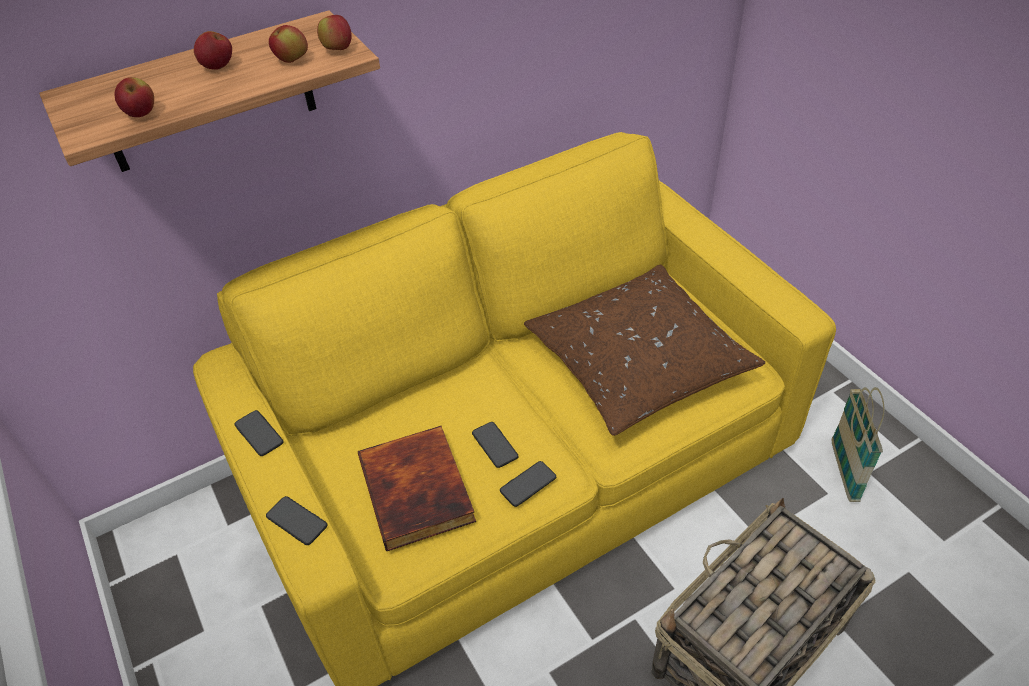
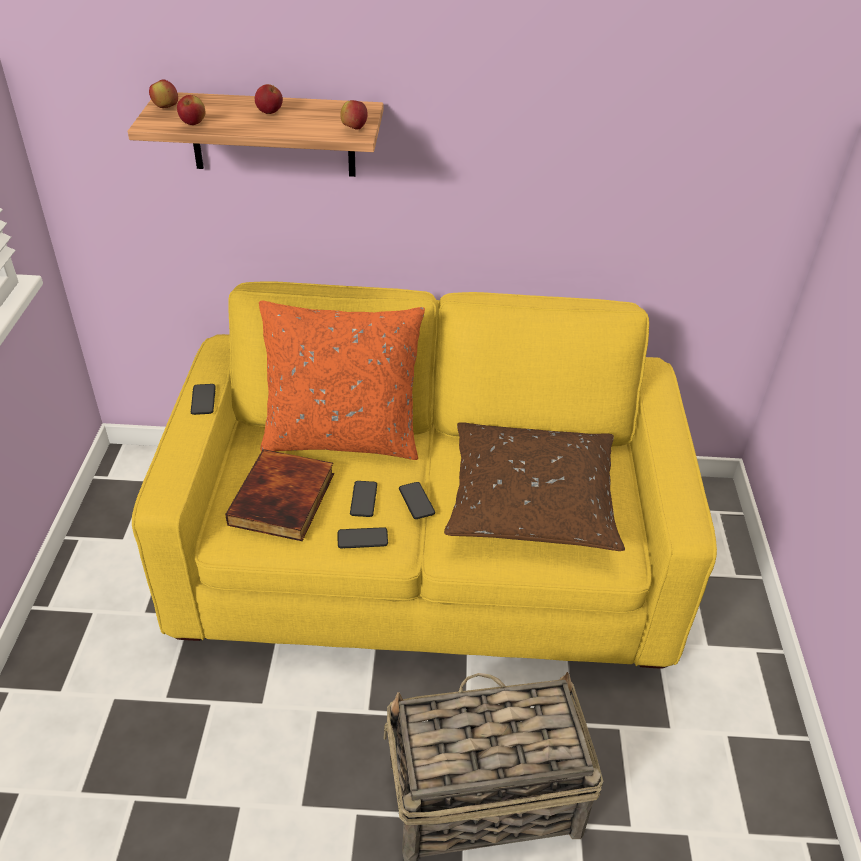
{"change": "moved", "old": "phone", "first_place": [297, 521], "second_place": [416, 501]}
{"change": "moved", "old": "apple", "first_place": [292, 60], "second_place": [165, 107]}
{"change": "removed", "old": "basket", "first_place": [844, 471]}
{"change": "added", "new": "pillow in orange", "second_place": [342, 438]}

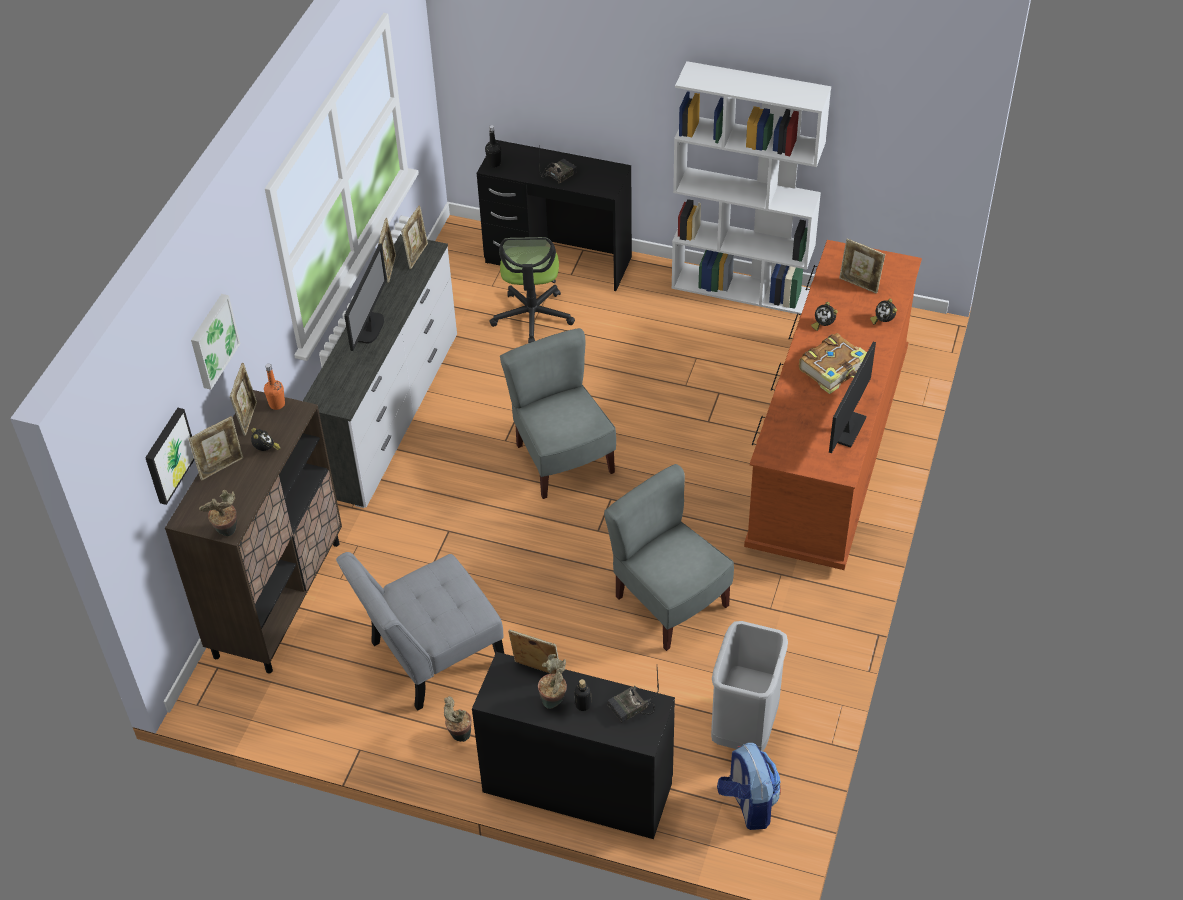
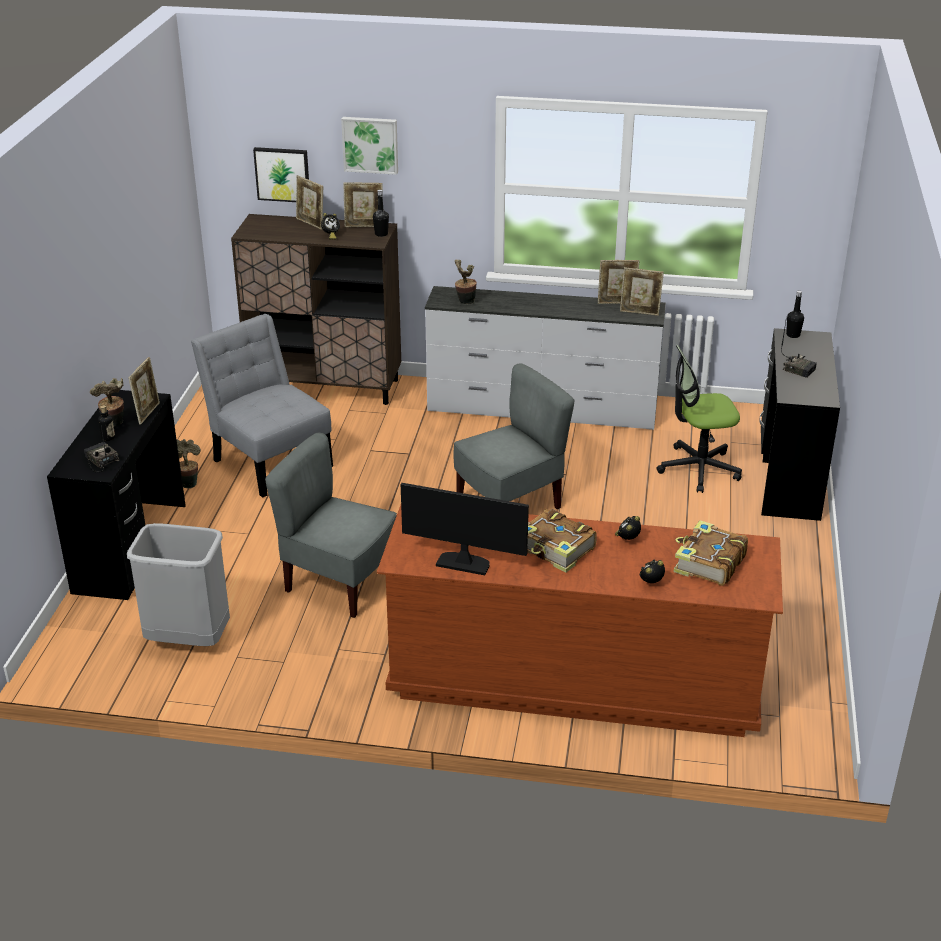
{"change": "moved", "old": "potted plant", "first_place": [226, 532], "second_place": [464, 302]}
{"change": "recoloured", "old": "bottle in orange", "new": "bottle in black", "first_place": [277, 404], "second_place": [381, 234]}
{"change": "removed", "old": "monitor", "first_place": [371, 328]}
{"change": "turned", "old": "chair in grey", "first_place": [669, 603], "second_place": [339, 583], "degrees": -105}
{"change": "removed", "old": "bookcase in white", "first_place": [742, 288]}
{"change": "removed", "old": "backpack", "first_place": [748, 804]}
{"change": "replaced", "old": "picture frame", "new": "book", "first_place": [859, 284], "second_place": [708, 563]}

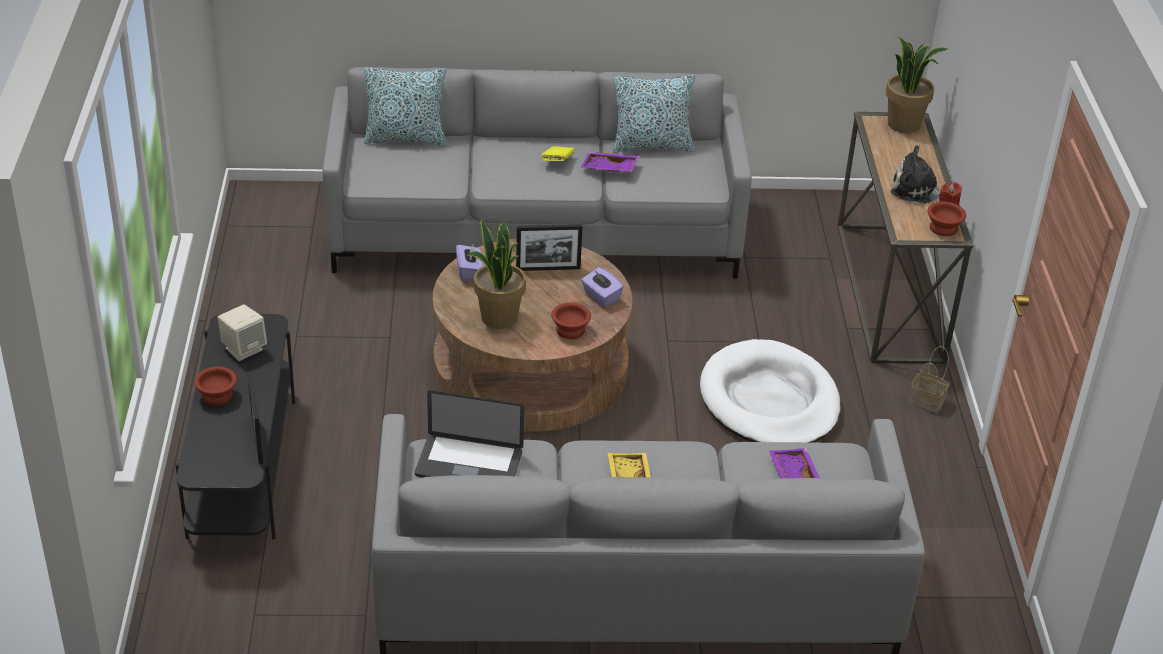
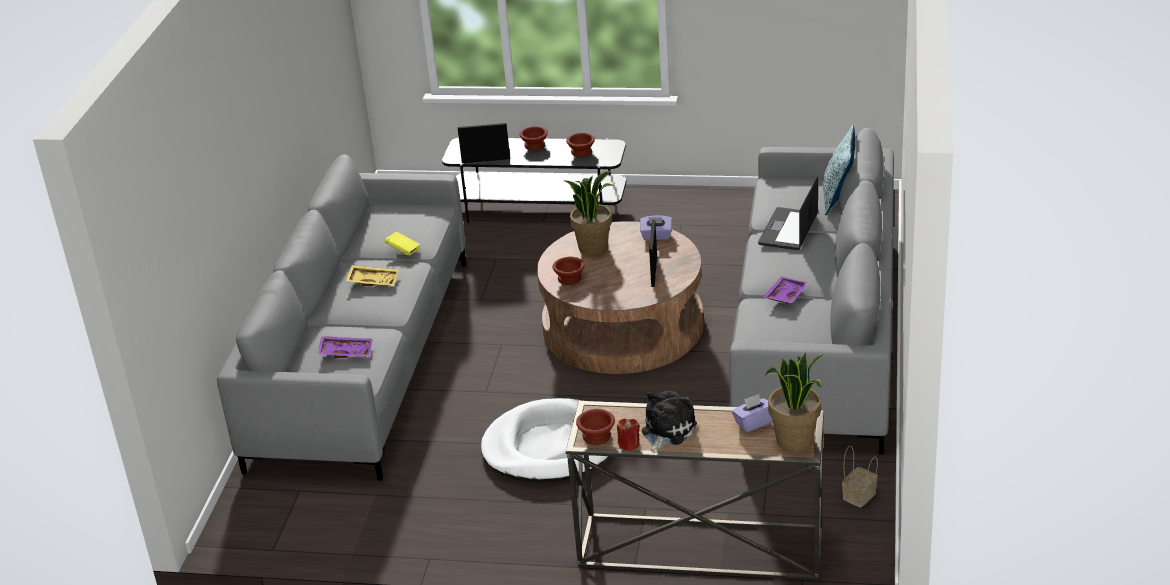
{"change": "replaced", "old": "speaker in beige", "new": "bowl in brown", "first_place": [244, 349], "second_place": [582, 152]}
{"change": "moved", "old": "laptop", "first_place": [469, 464], "second_place": [788, 230]}
{"change": "moved", "old": "book in yellow", "first_place": [557, 162], "second_place": [403, 250]}
{"change": "moved", "old": "tissue box in purple", "first_place": [601, 297], "second_place": [754, 423]}
{"change": "removed", "old": "pillow", "first_place": [651, 145]}
{"change": "moved", "old": "basket", "first_place": [928, 401], "second_place": [859, 497]}

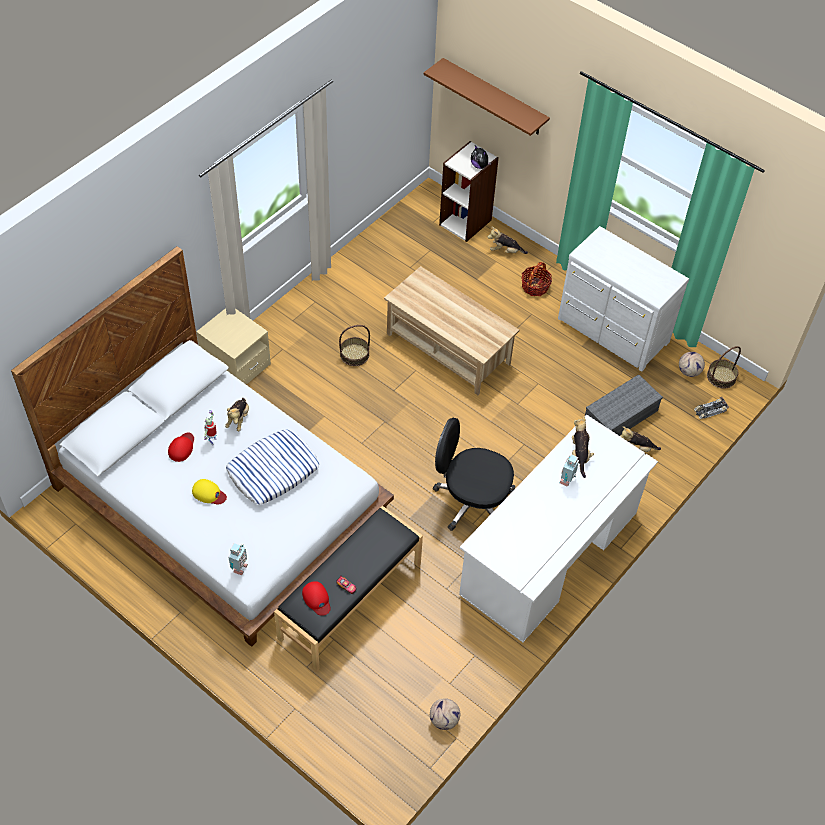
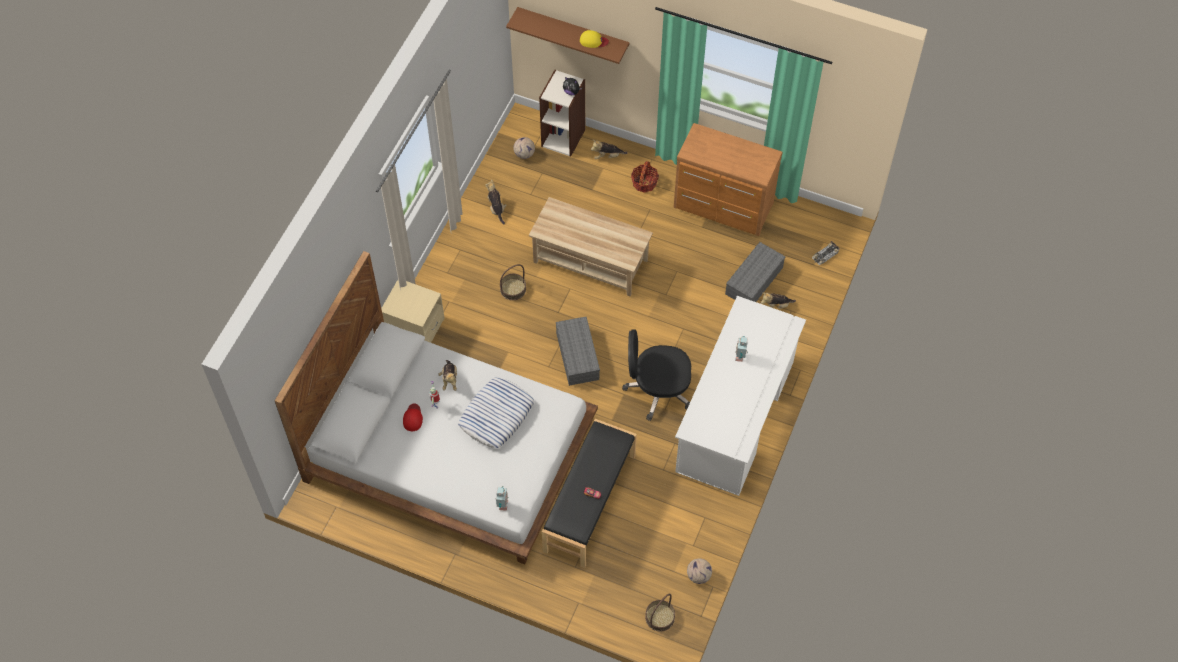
{"change": "moved", "old": "cap in yellow", "first_place": [209, 493], "second_place": [593, 41]}
{"change": "removed", "old": "cap in red", "first_place": [317, 599]}
{"change": "recoloured", "old": "dresser in white", "new": "dresser in brown", "first_place": [612, 332], "second_place": [723, 207]}
{"change": "moved", "old": "plush toy", "first_place": [579, 455], "second_place": [496, 208]}
{"change": "moved", "old": "football", "first_place": [689, 372], "second_place": [524, 154]}
{"change": "moved", "old": "basket", "first_place": [721, 376], "second_place": [659, 617]}
{"change": "added", "new": "storage box in grey", "second_place": [576, 355]}

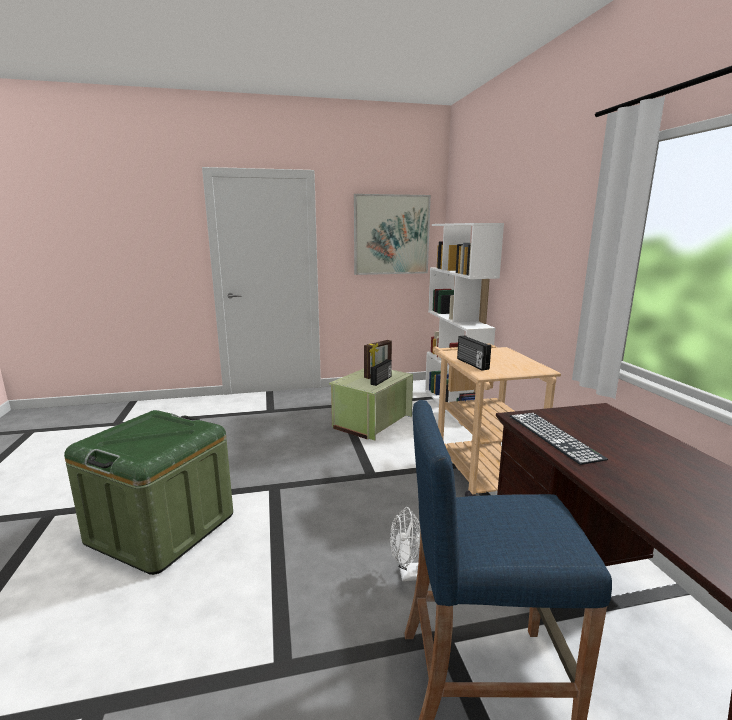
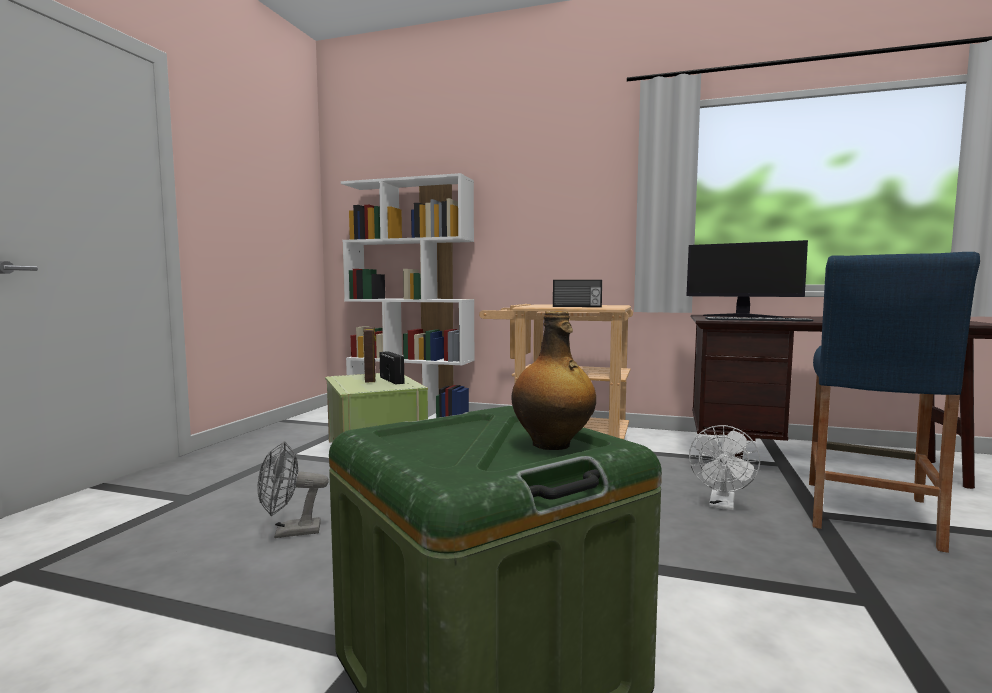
{"change": "removed", "old": "picture", "first_place": [391, 235]}
{"change": "added", "new": "fan in grey", "second_place": [289, 532]}
{"change": "added", "new": "bottle", "second_place": [552, 445]}
{"change": "added", "new": "monitor", "second_place": [742, 316]}

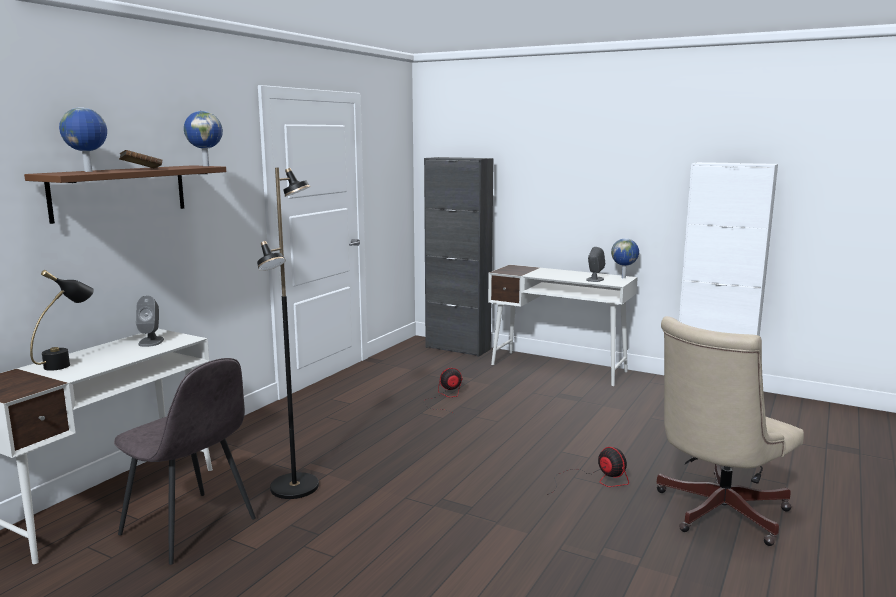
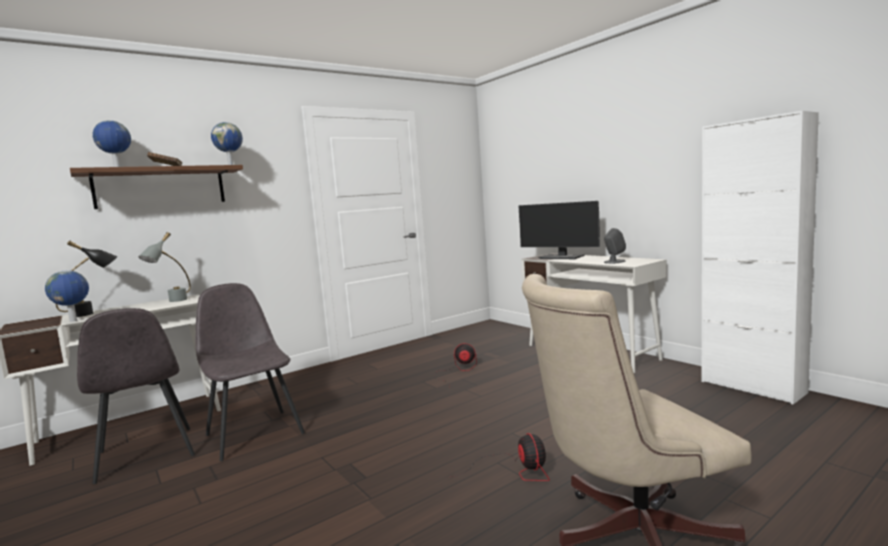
{"change": "replaced", "old": "speaker in grey", "new": "table lamp in grey", "first_place": [151, 341], "second_place": [171, 302]}
{"change": "replaced", "old": "floor lamp in black", "new": "chair in grey", "first_place": [295, 487], "second_place": [254, 433]}
{"change": "removed", "old": "cabinet in black", "first_place": [458, 348]}
{"change": "moved", "old": "globe", "first_place": [624, 277], "second_place": [73, 321]}
{"change": "added", "new": "monitor", "second_place": [562, 257]}

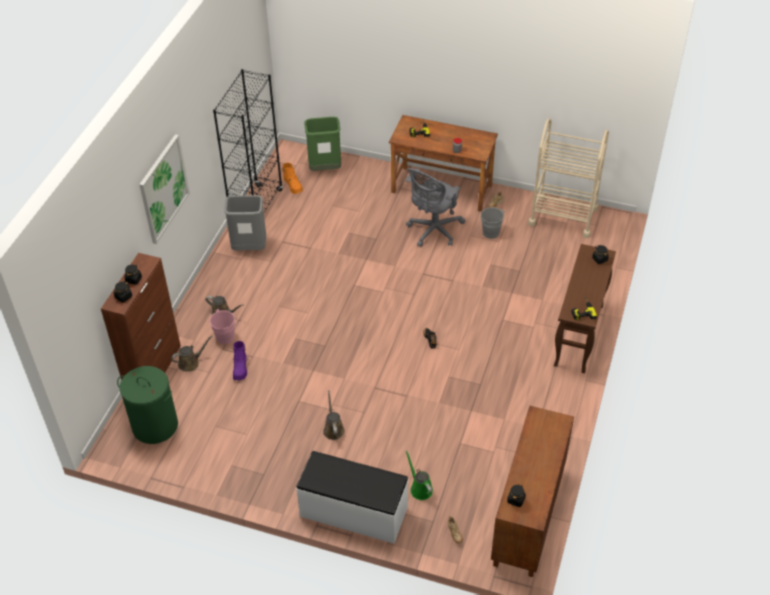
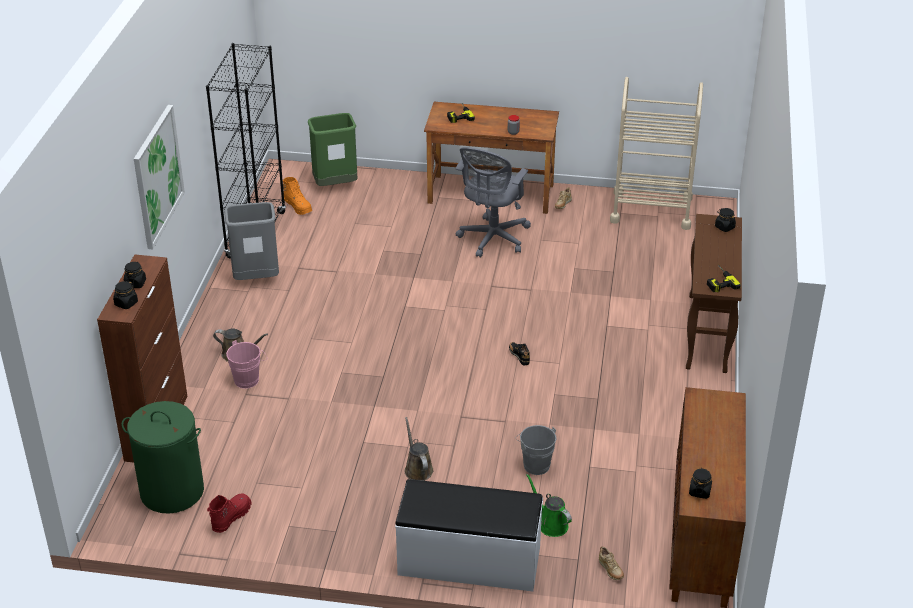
{"change": "removed", "old": "watering can in brown", "first_place": [190, 363]}
{"change": "removed", "old": "boot in purple", "first_place": [240, 368]}
{"change": "moved", "old": "bucket in grey", "first_place": [490, 231], "second_place": [535, 464]}
{"change": "added", "new": "boot in red", "second_place": [230, 517]}

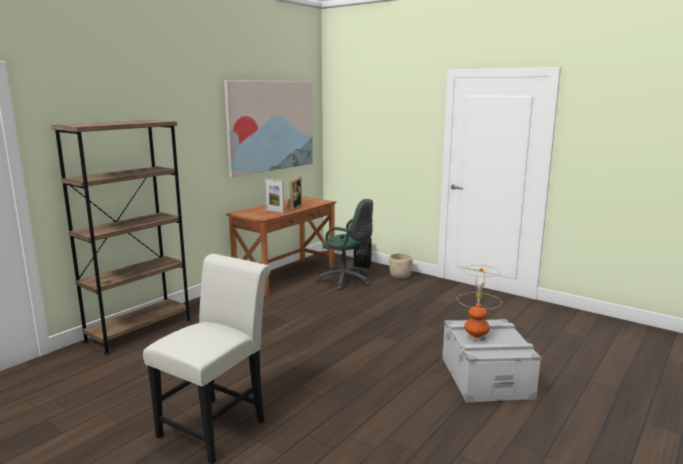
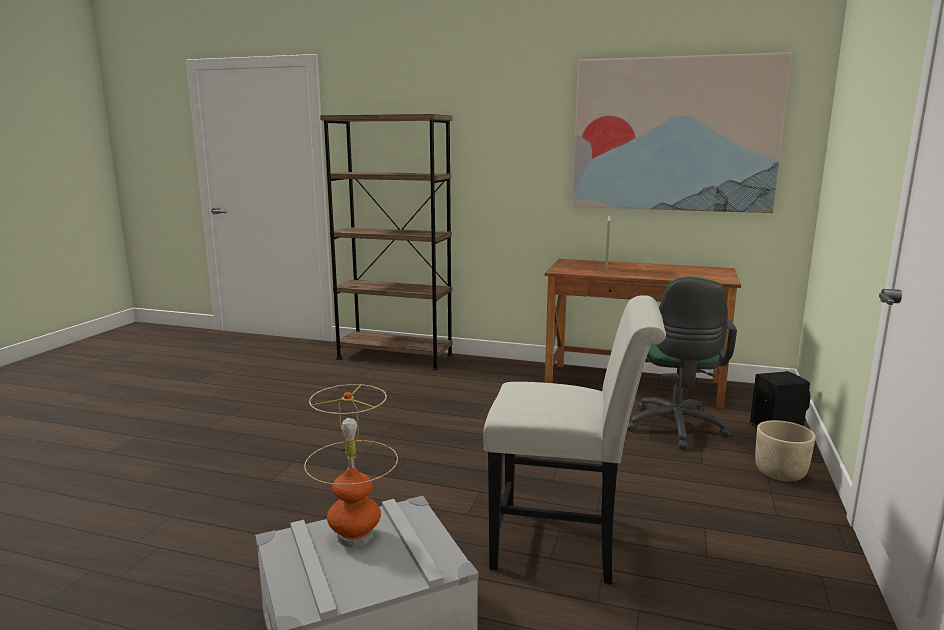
{"change": "moved", "old": "chair in white", "first_place": [217, 425], "second_place": [566, 543]}
{"change": "removed", "old": "picture frame", "first_place": [293, 208]}

